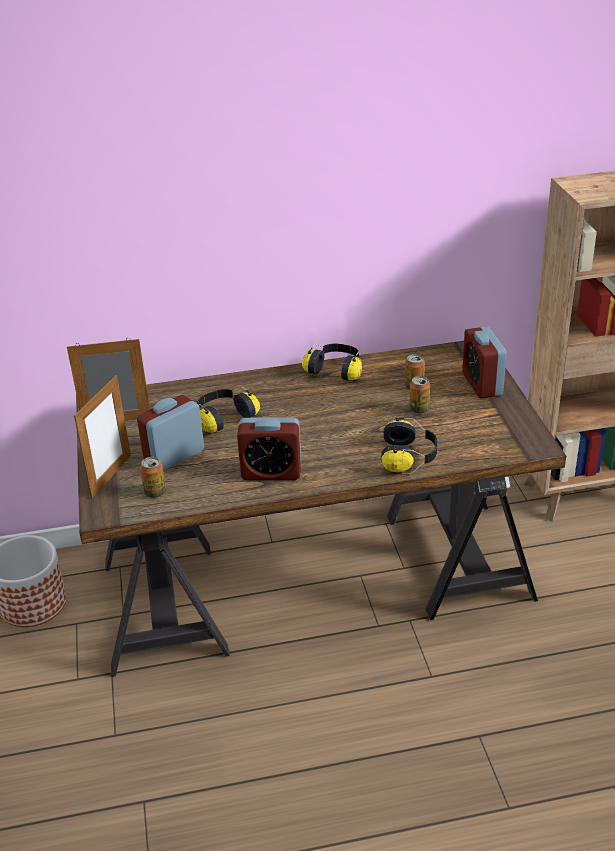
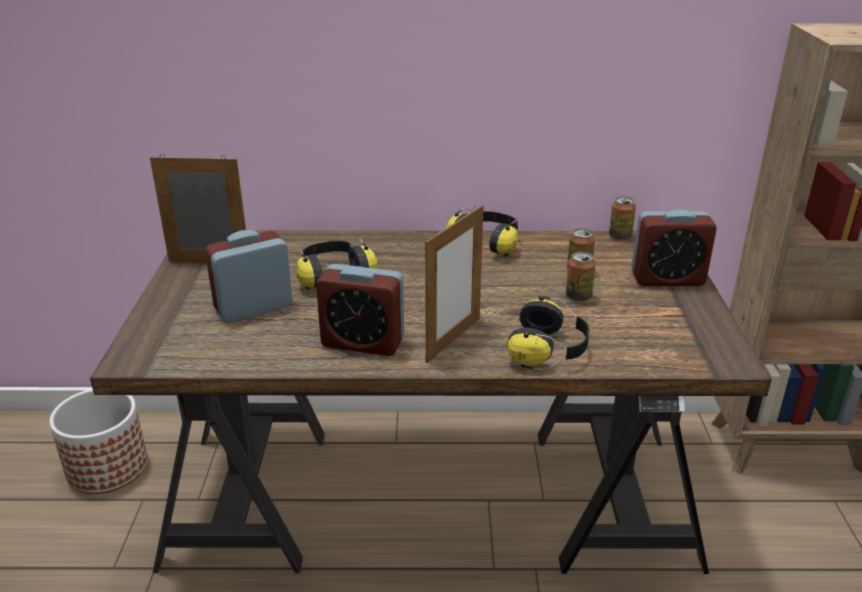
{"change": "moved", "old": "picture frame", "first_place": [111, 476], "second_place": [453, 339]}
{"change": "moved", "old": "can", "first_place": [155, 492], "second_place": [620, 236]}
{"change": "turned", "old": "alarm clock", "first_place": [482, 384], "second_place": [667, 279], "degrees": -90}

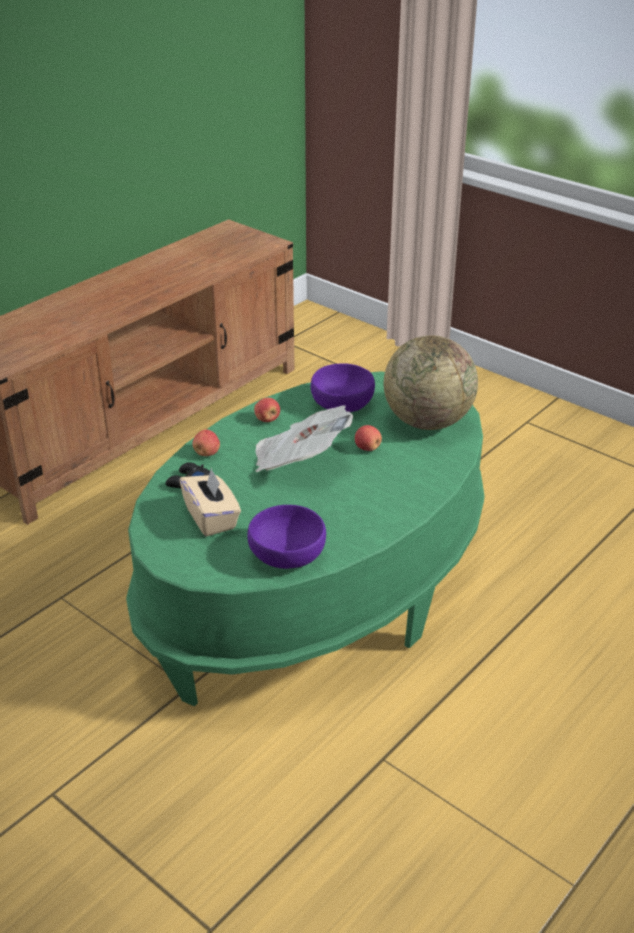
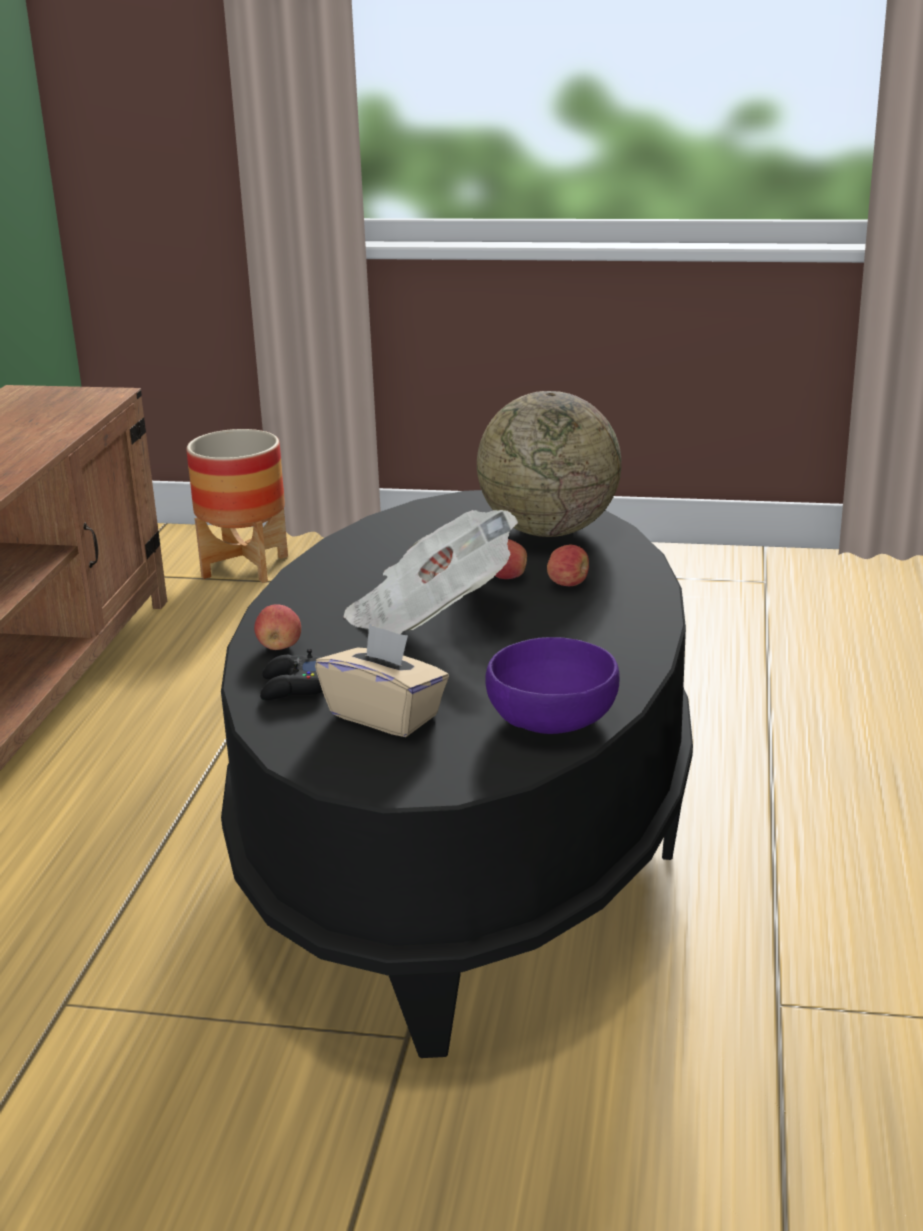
{"change": "recoloured", "old": "coffee table in green", "new": "coffee table in black", "first_place": [316, 588], "second_place": [468, 838]}
{"change": "moved", "old": "apple", "first_place": [267, 419], "second_place": [568, 584]}
{"change": "removed", "old": "bowl in purple", "first_place": [342, 403]}
{"change": "added", "new": "planter", "second_place": [245, 566]}

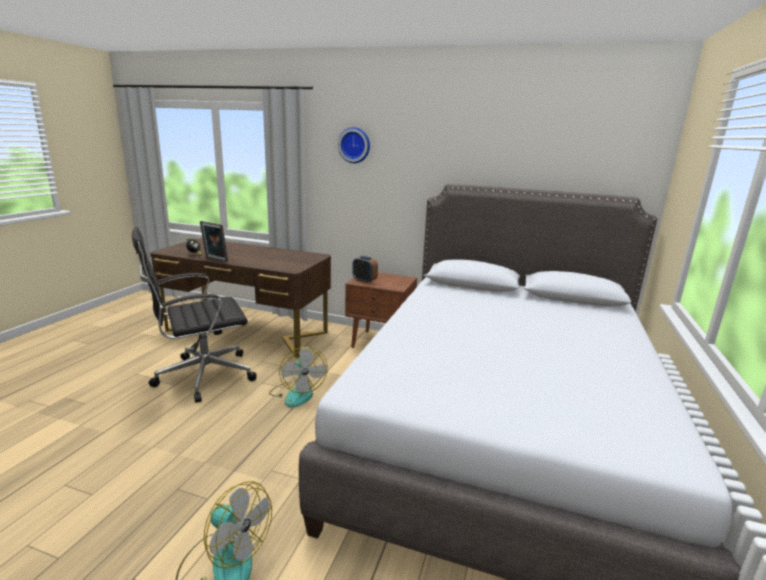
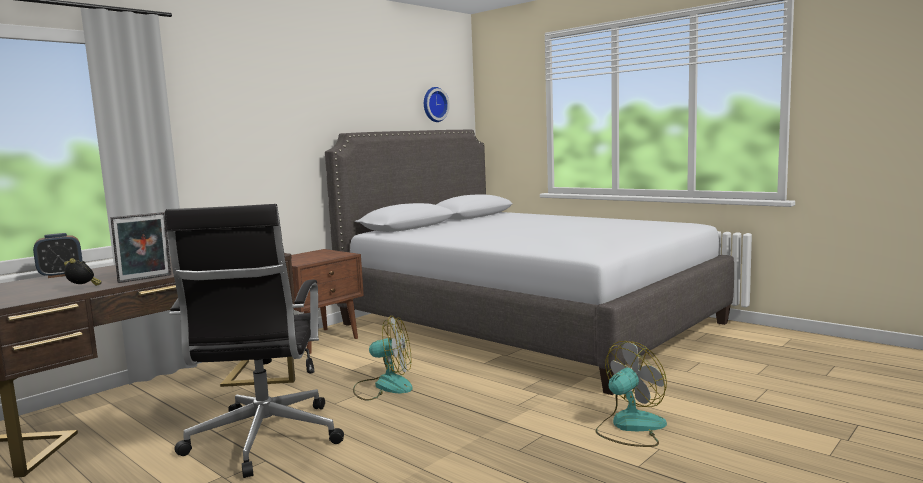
{"change": "moved", "old": "wall clock", "first_place": [355, 145], "second_place": [434, 104]}
{"change": "moved", "old": "alarm clock", "first_place": [364, 281], "second_place": [61, 275]}

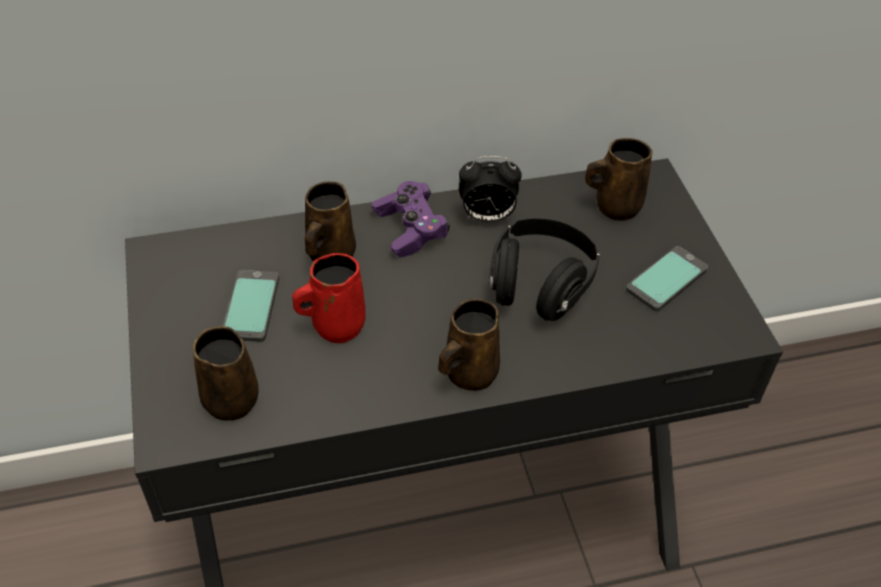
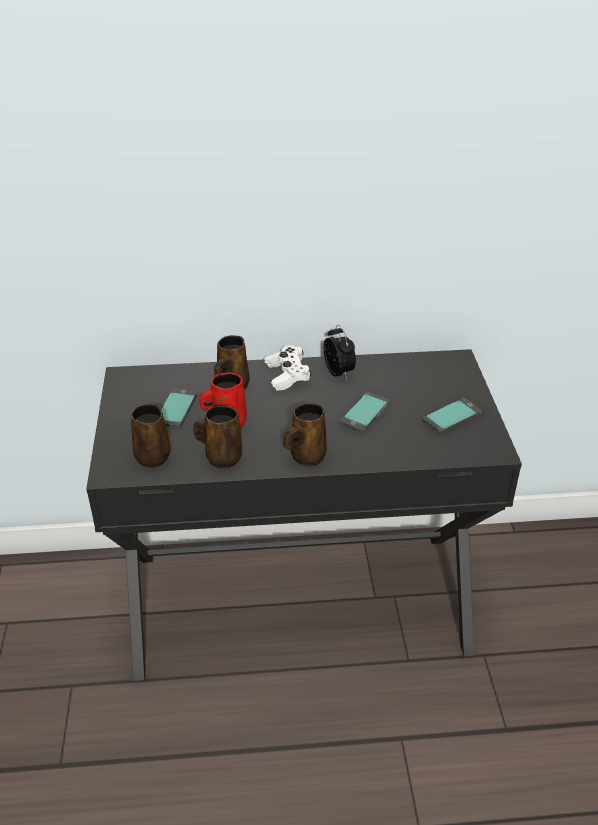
{"change": "recoloured", "old": "game controller in purple", "new": "game controller in white", "first_place": [410, 229], "second_place": [287, 375]}
{"change": "turned", "old": "alarm clock", "first_place": [486, 217], "second_place": [339, 373], "degrees": -120}
{"change": "replaced", "old": "headphones in black", "new": "phone", "first_place": [539, 286], "second_place": [365, 413]}
{"change": "moved", "old": "mug in brown", "first_place": [614, 206], "second_place": [221, 457]}

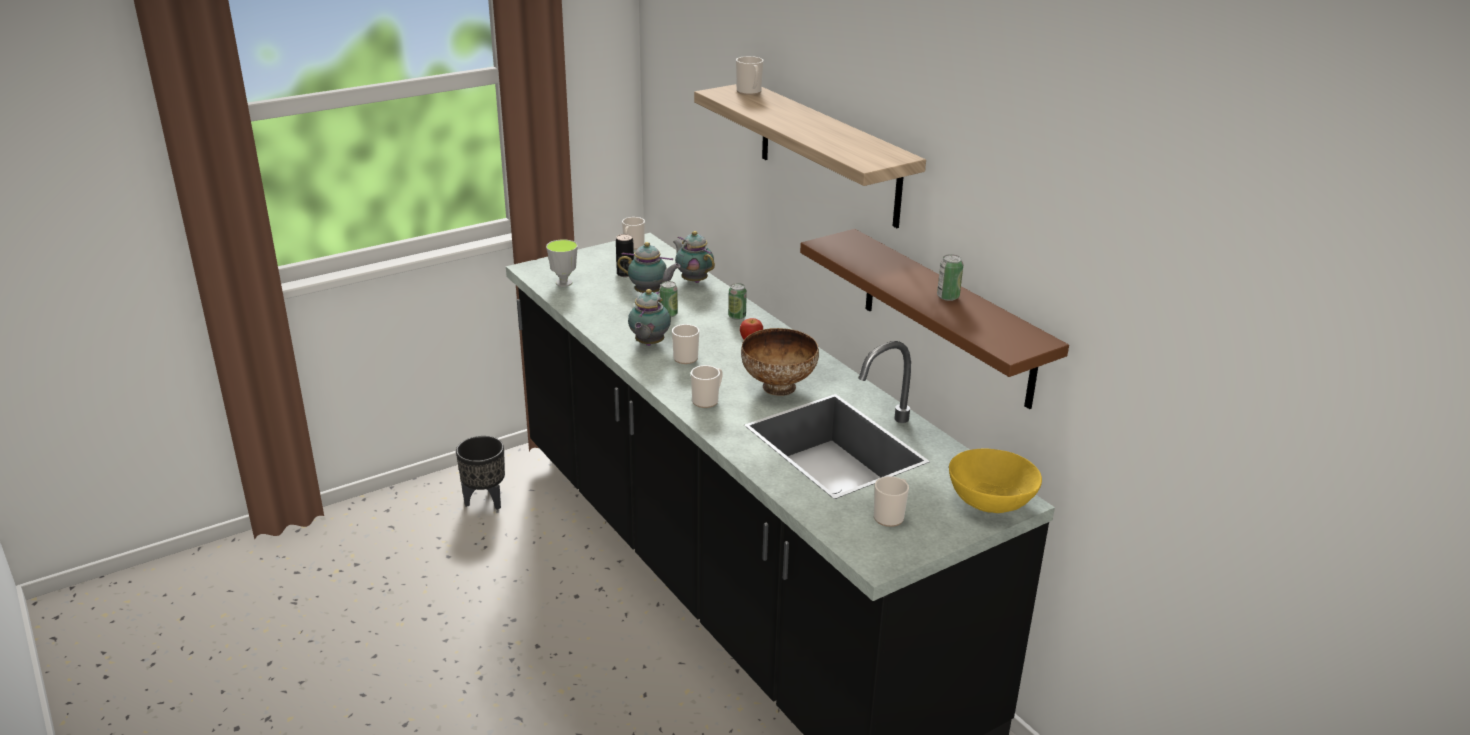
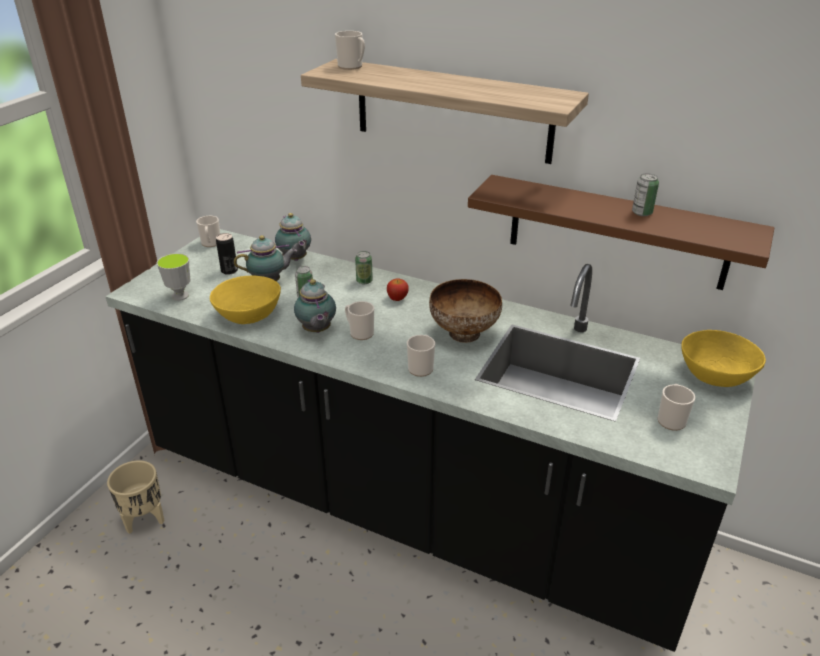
{"change": "recoloured", "old": "planter in black", "new": "planter in beige", "first_place": [485, 500], "second_place": [145, 519]}
{"change": "turned", "old": "teapot", "first_place": [693, 280], "second_place": [295, 259], "degrees": -135}
{"change": "added", "new": "bowl in yellow", "second_place": [248, 314]}

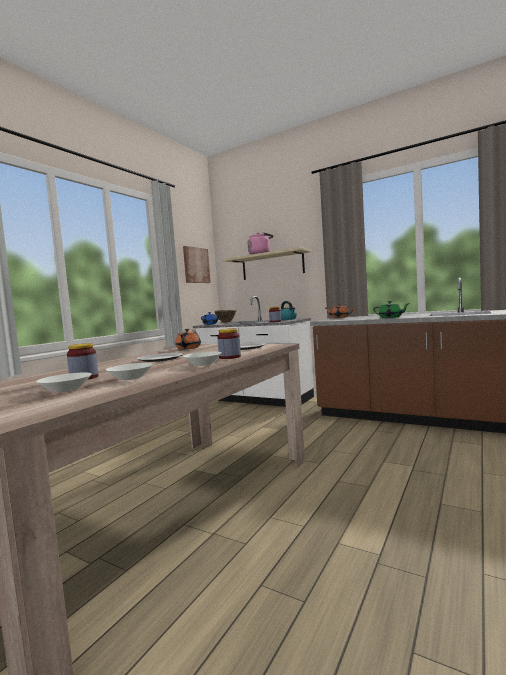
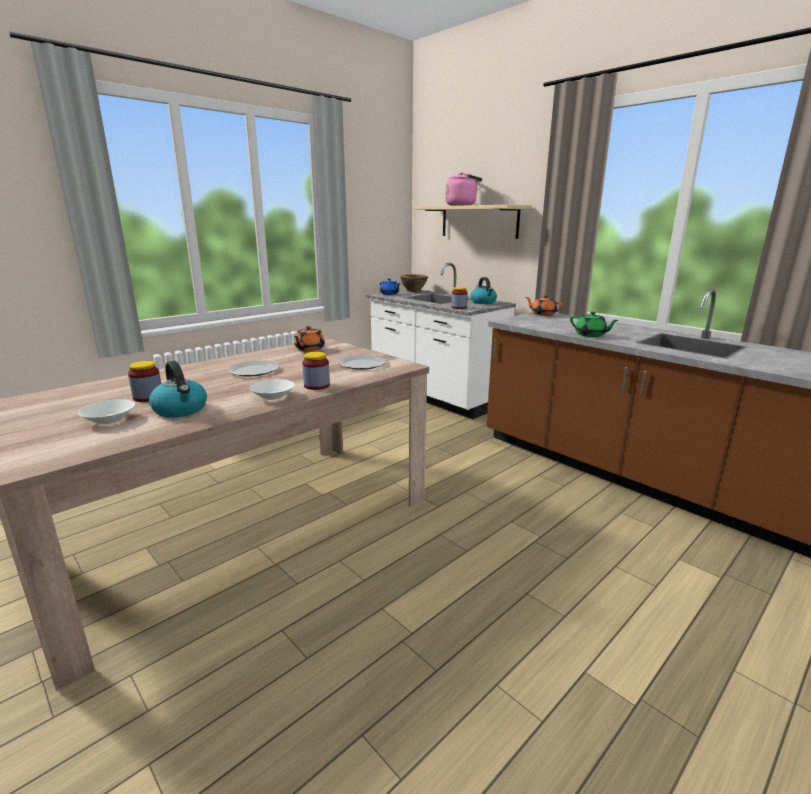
{"change": "replaced", "old": "bowl in white", "new": "kettle", "first_place": [130, 378], "second_place": [181, 410]}
{"change": "removed", "old": "picture", "first_place": [196, 265]}

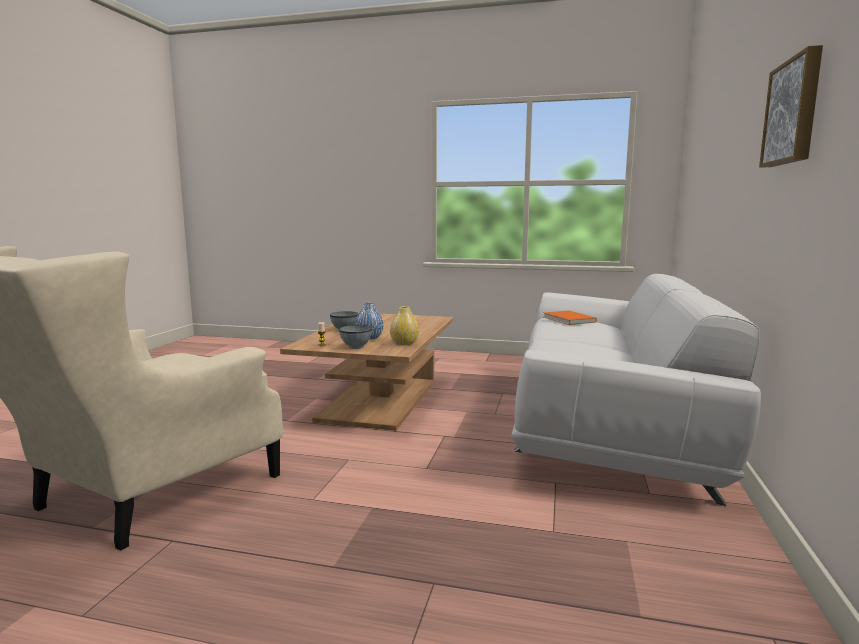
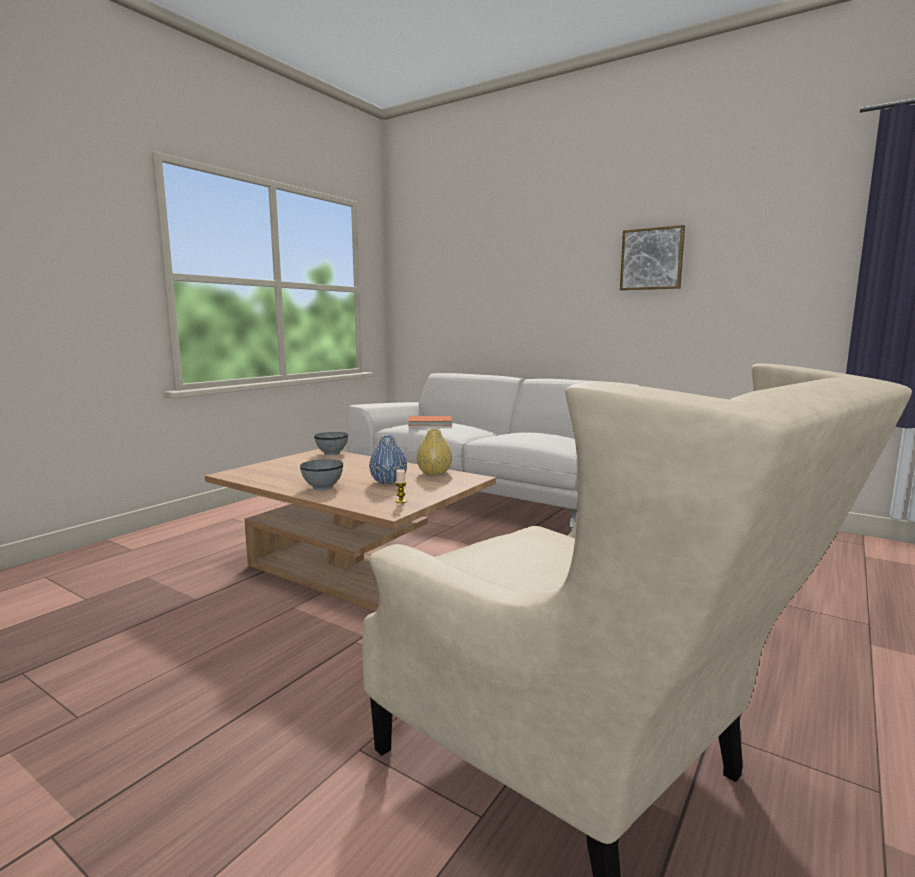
{"change": "moved", "old": "bowl in grey", "first_place": [356, 347], "second_place": [332, 453]}

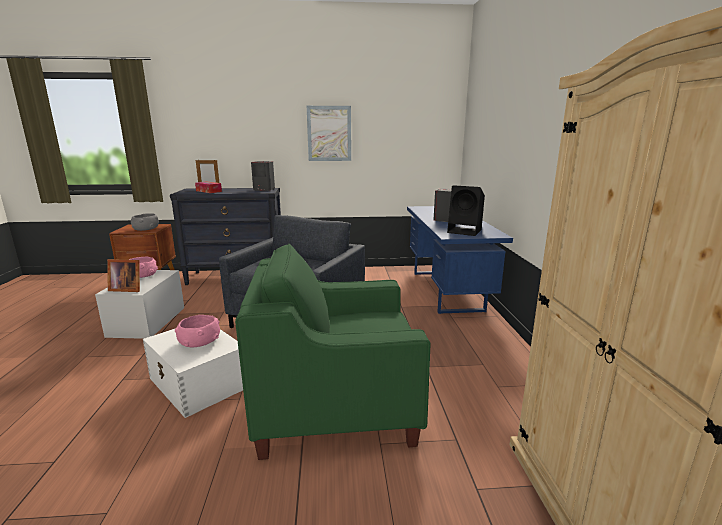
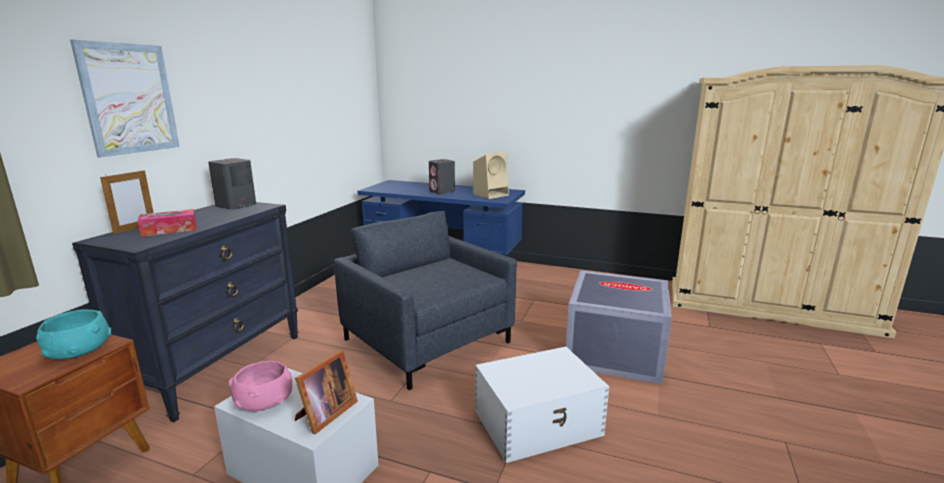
{"change": "recoloured", "old": "bowl in grey", "new": "bowl in turquoise", "first_place": [146, 229], "second_place": [79, 349]}
{"change": "removed", "old": "bowl in pink", "first_place": [199, 342]}
{"change": "replaced", "old": "armchair in green", "new": "storage box in grey", "first_place": [335, 406], "second_place": [613, 352]}
{"change": "moved", "old": "picture", "first_place": [329, 133], "second_place": [129, 99]}
{"change": "recoloured", "old": "speaker in black", "new": "speaker in beige", "first_place": [465, 231], "second_place": [491, 194]}

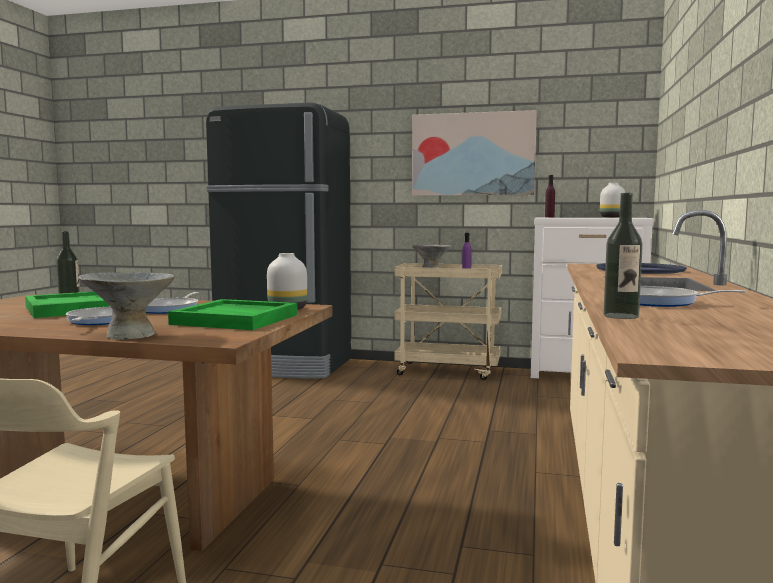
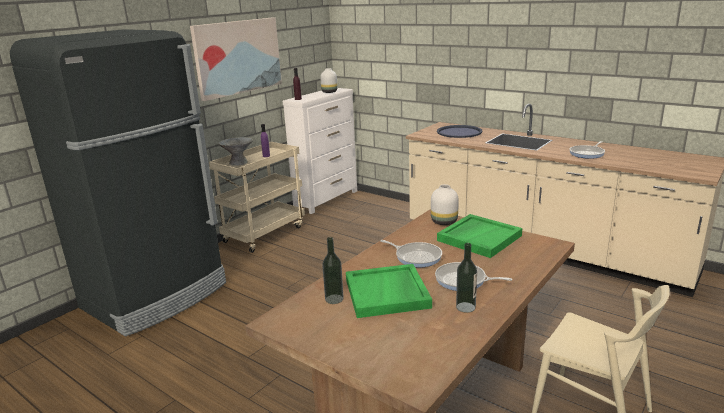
{"change": "removed", "old": "bowl in grey", "first_place": [130, 335]}
{"change": "moved", "old": "bottle", "first_place": [621, 316], "second_place": [465, 307]}

